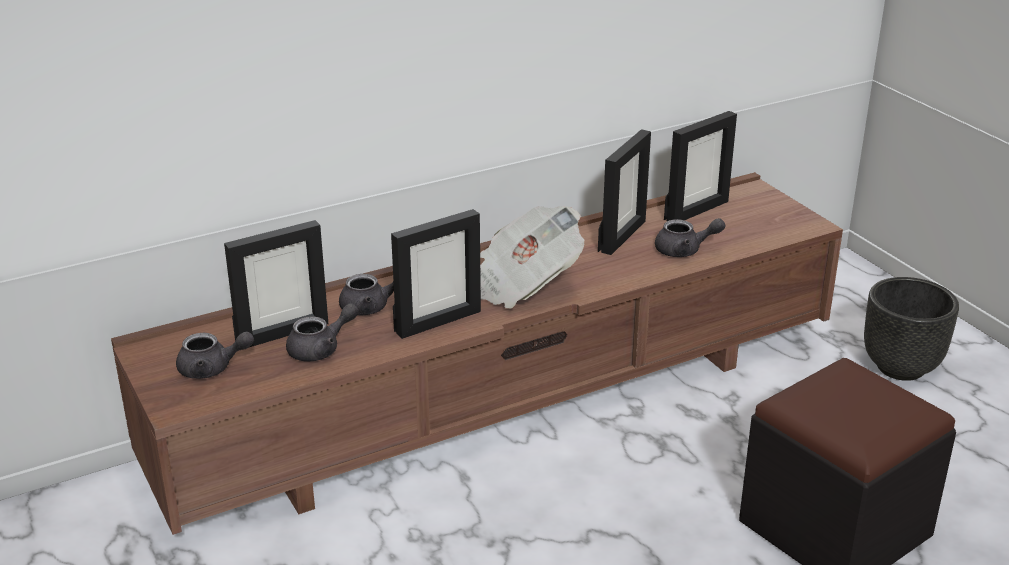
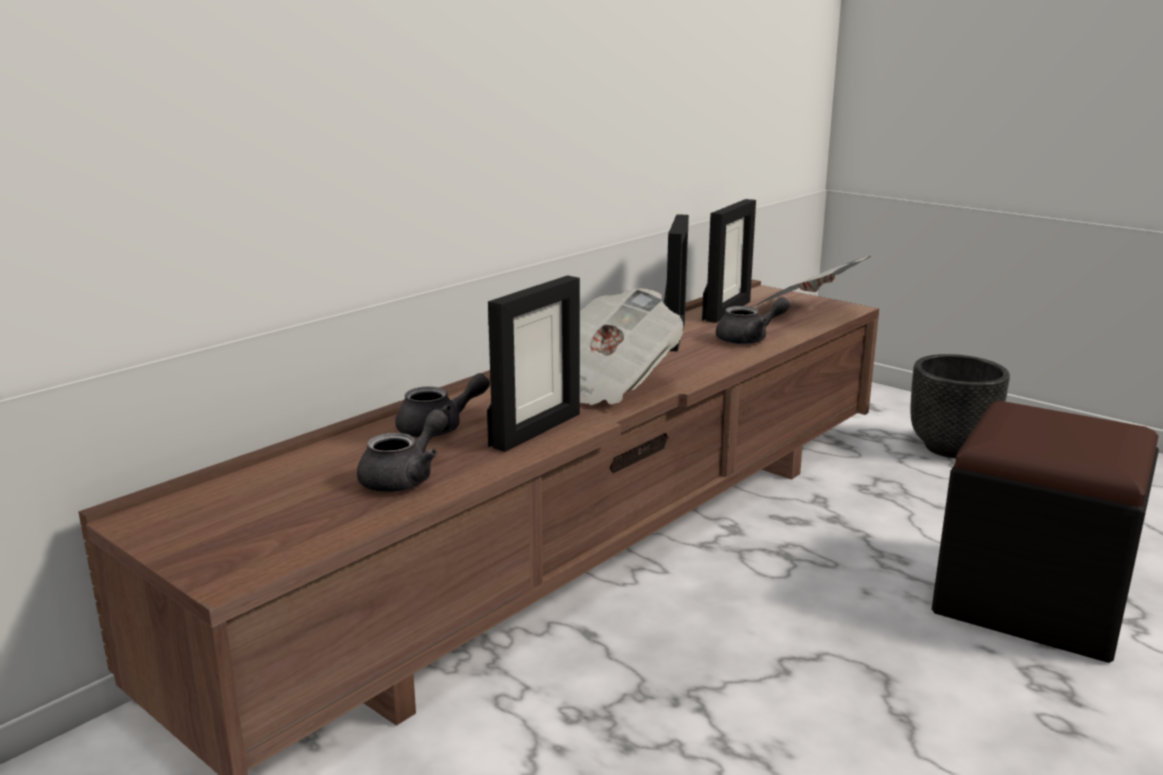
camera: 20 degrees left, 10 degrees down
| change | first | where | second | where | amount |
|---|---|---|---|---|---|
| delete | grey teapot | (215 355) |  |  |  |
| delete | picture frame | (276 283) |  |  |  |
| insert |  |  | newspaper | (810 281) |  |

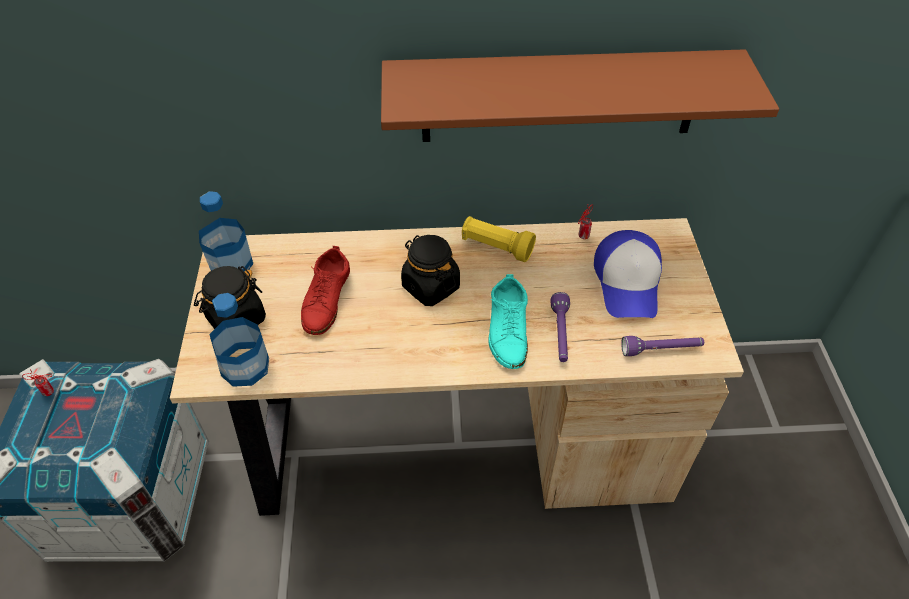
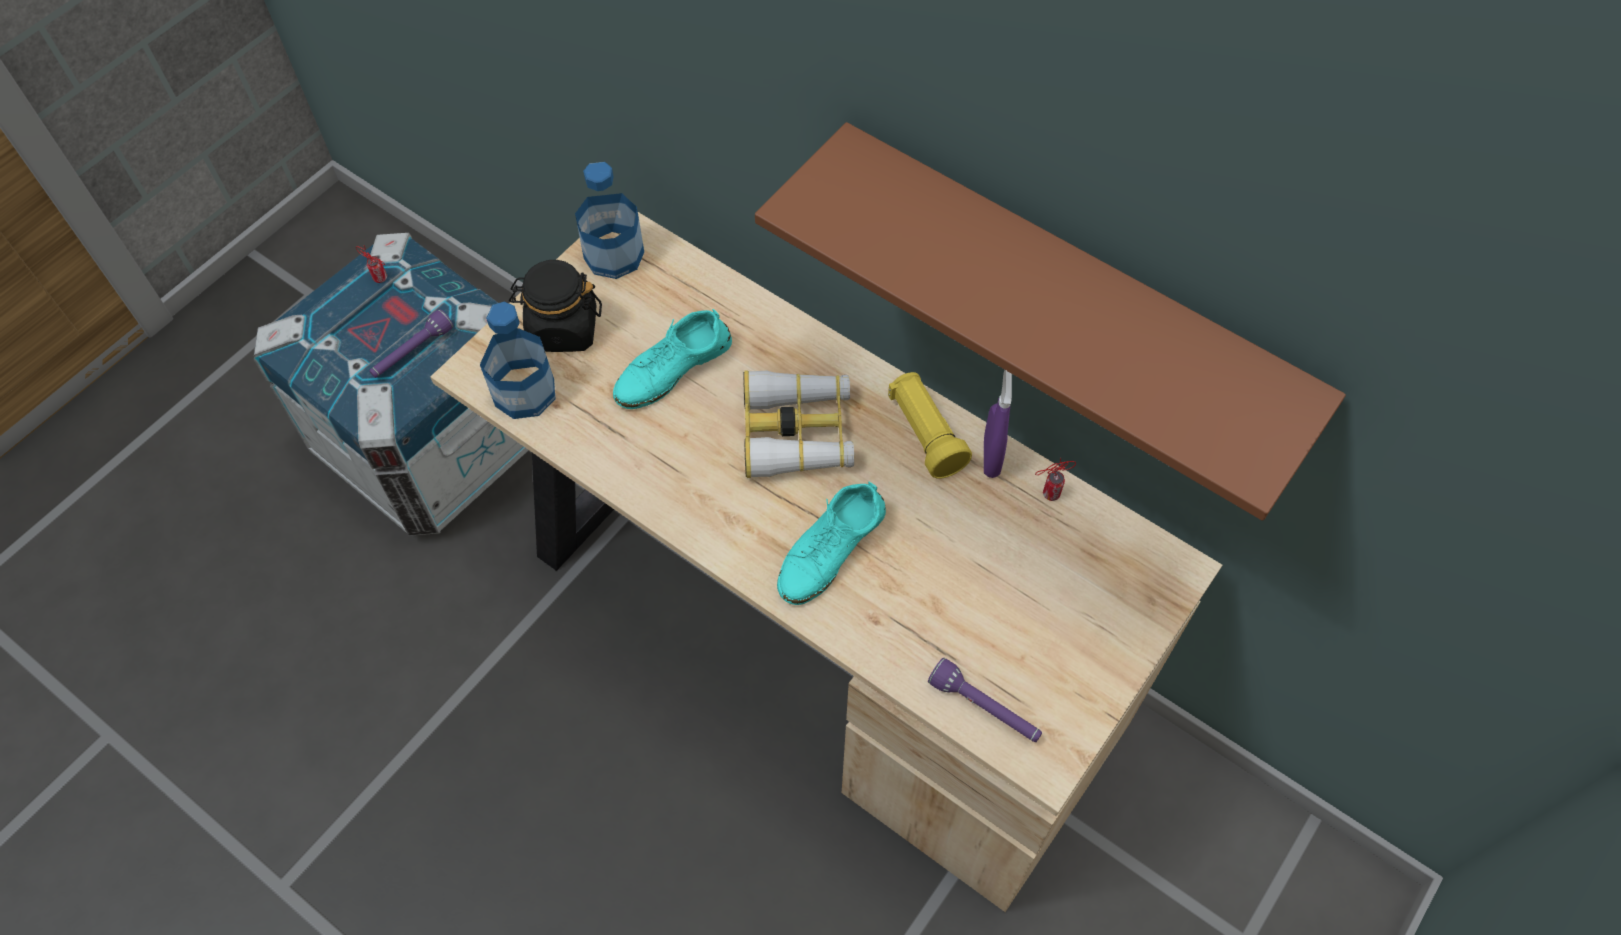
camera: 40 degrees right, 10 degrees up
| change | first | where | second | where | amount |
|---|---|---|---|---|---|
| recolor | red shoe | (325 290) | turquoise shoe | (672 359) |  |
| replace | black jar | (430 270) | binoculars | (798 424) |  |
| move | purple flashlight | (560 327) |  | (411 343) |  |
| delete | cap | (628 274) |  |  |  |
| insert |  |  | purple spray bottle | (998 424) |  |

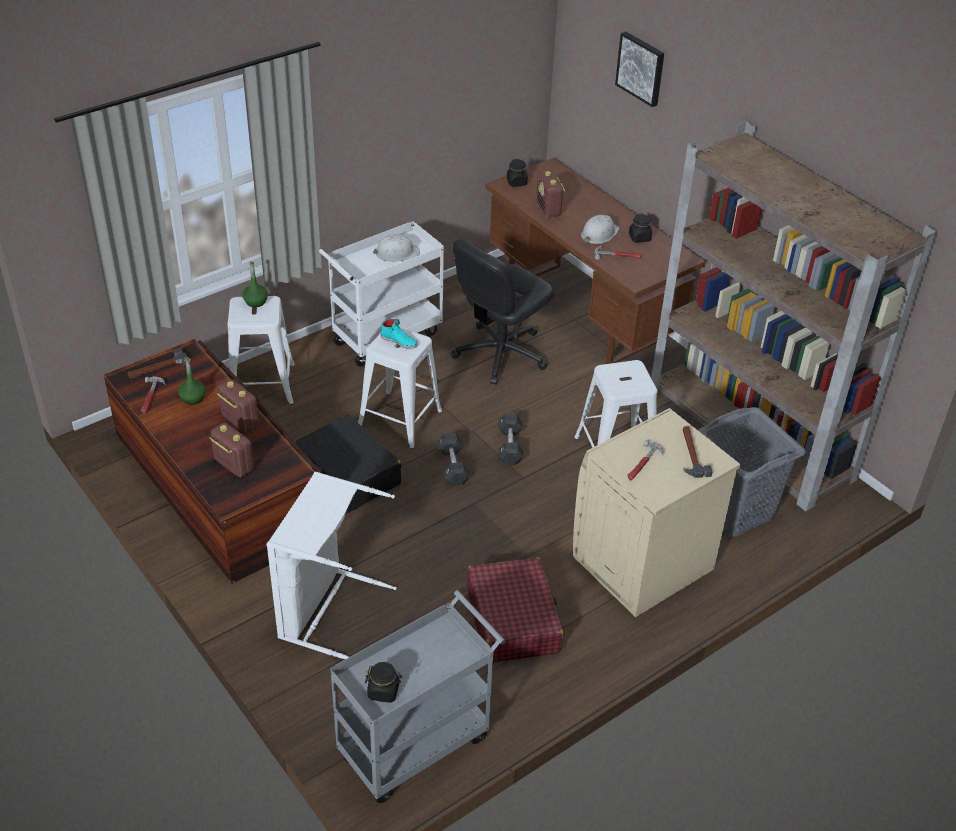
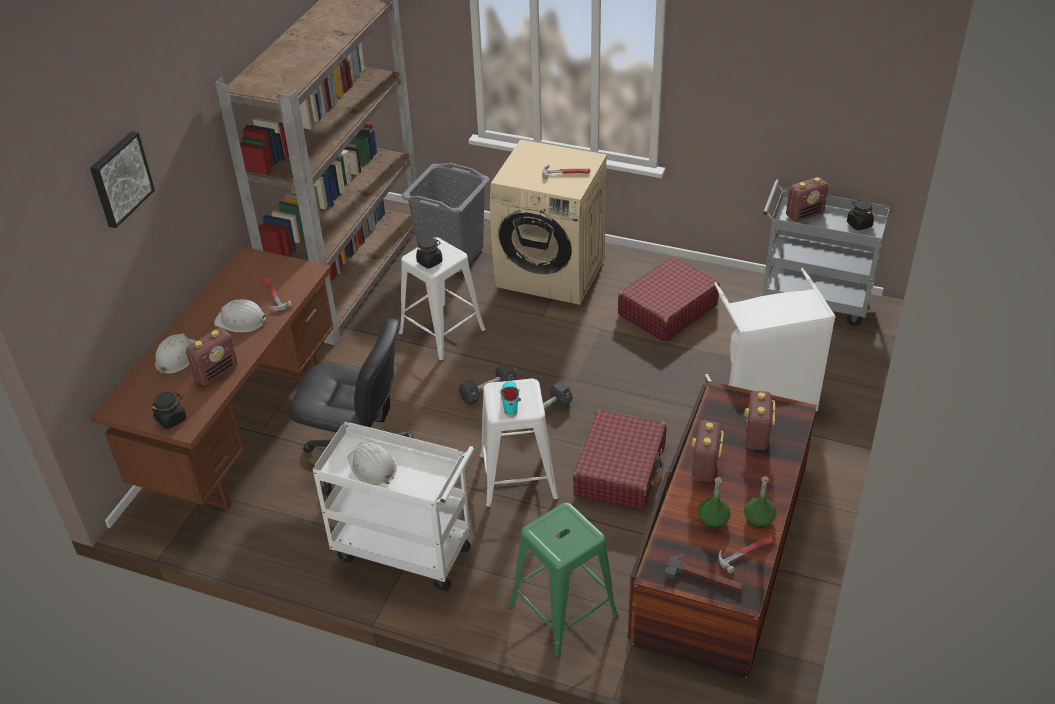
camera: 120 degrees left, 0 degrees up
| change | first | where | second | where | amount |
|---|---|---|---|---|---|
| recolor | white stool | (261 350) | green stool | (563 580) |  |
| move | green bottle | (255 284) |  | (760 502) |  |
| recolor | black suitcase | (348 464) | red suitcase | (620 460) |  |
| move | black jar | (640 227) |  | (429 252) |  |
| delete | hammer | (697 452) |  |  |  |
| insert |  |  | white hard hat | (175 354) |  |
| insert |  |  | radio | (807 199) |  |

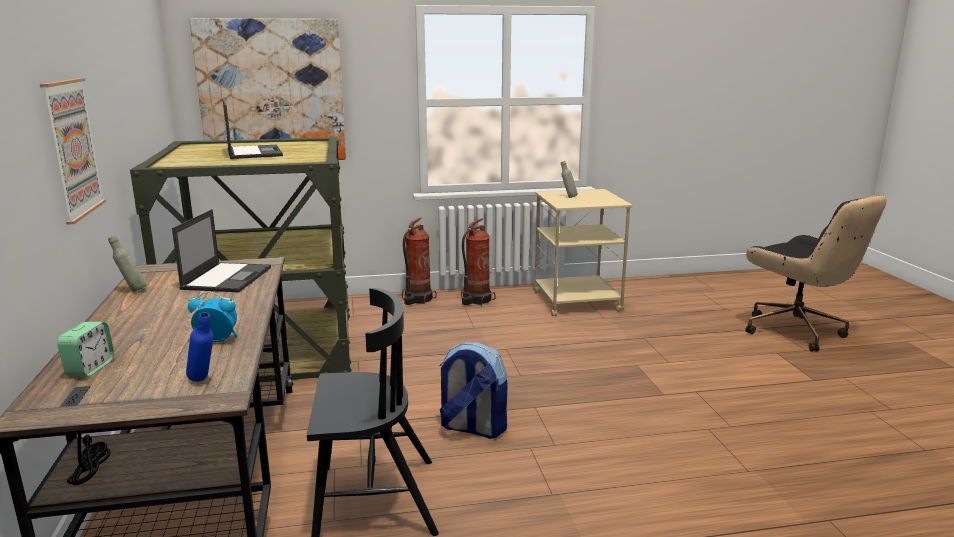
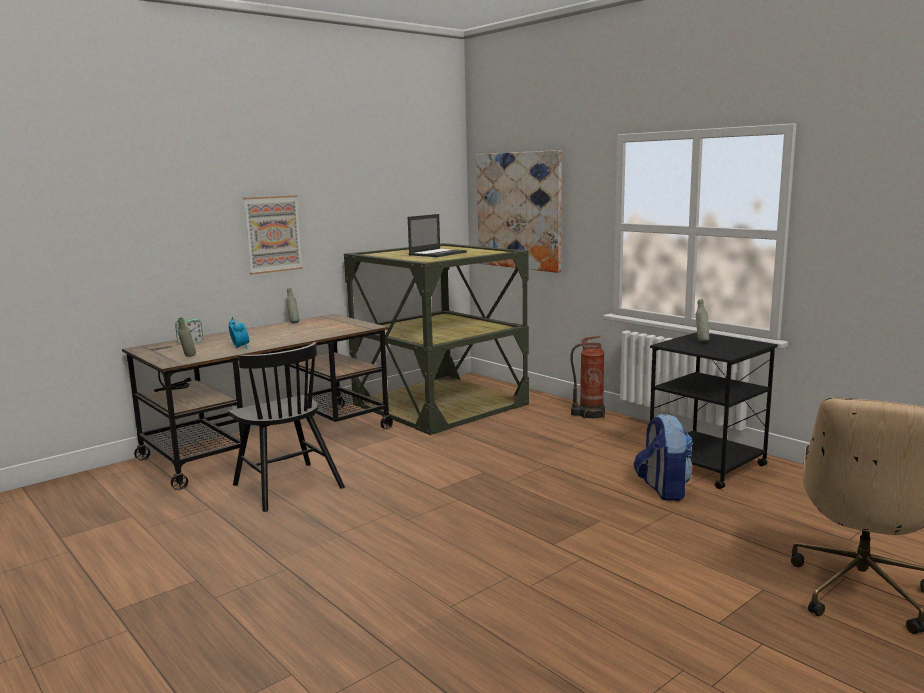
camera: 60 degrees right, 5 degrees down
| change | first | where | second | where | amount |
|---|---|---|---|---|---|
| delete | laptop | (221 250) |  |  |  |
| recolor | blue bottle | (199 347) | grey bottle | (187 337) |  |
| move | backpack | (473 390) |  | (663 457) |  |
| delete | fire extinguisher | (478 261) |  |  |  |
| recolor | beige cart | (583 252) | black cart | (714 410) |  |

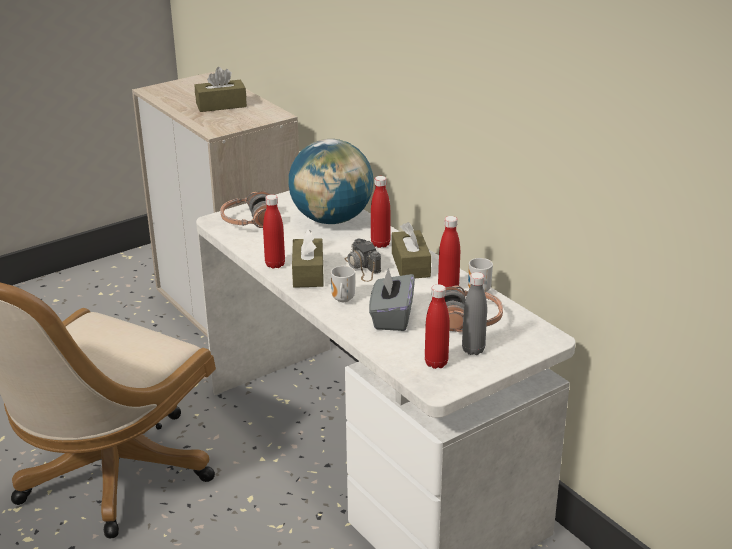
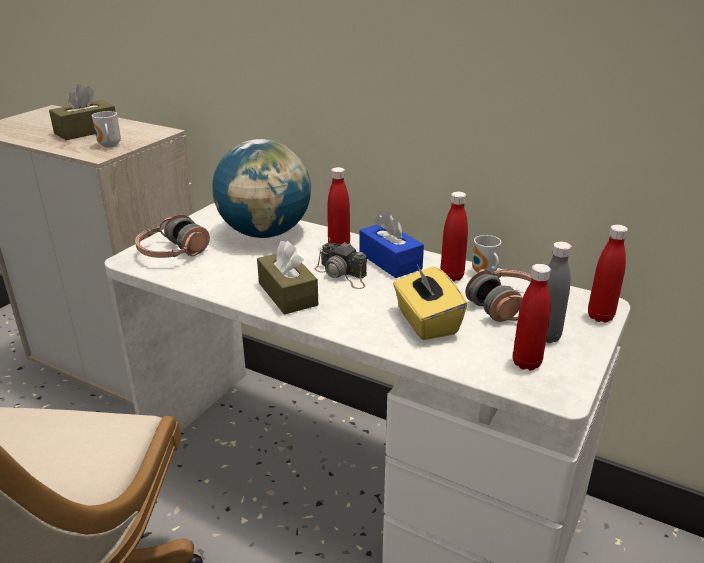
camera: 25 degrees left, 0 degrees up
| change | first | where | second | where | amount |
|---|---|---|---|---|---|
| move | red bottle | (274 231) |  | (608 273) |  |
| move | mug | (343 284) |  | (106 129) |  |
| recolor | grey tissue box | (392 299) | yellow tissue box | (430 302) |  |
| recolor | brown tissue box | (411 250) | blue tissue box | (391 245) |  |

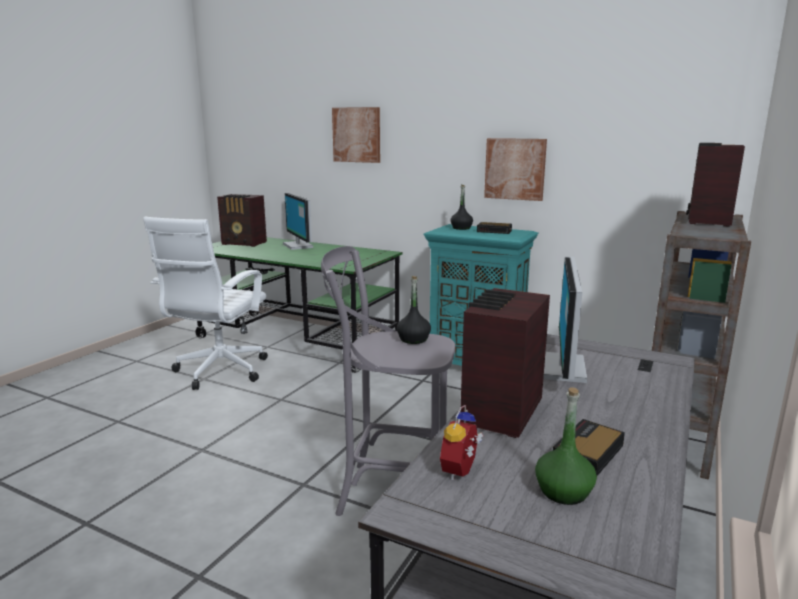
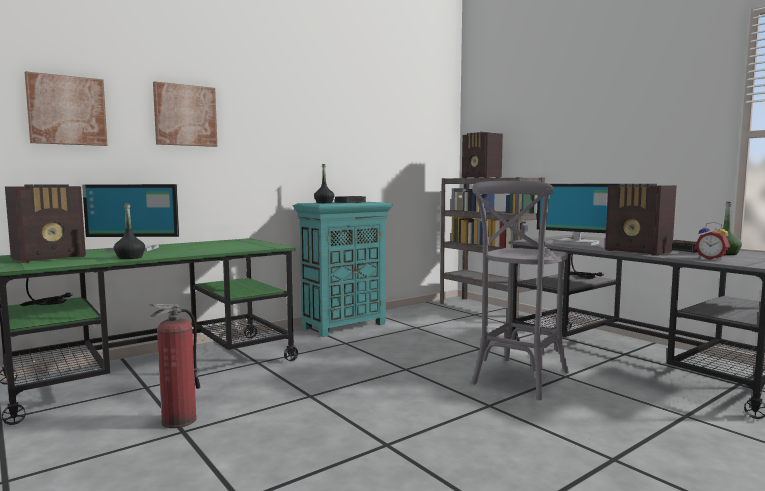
camera: 65 degrees left, 10 degrees down
| change | first | where | second | where | amount |
|---|---|---|---|---|---|
| replace | white office chair | (205 303) | fire extinguisher | (175 366) |  |
| move | black bottle | (414 310) |  | (129 231) |  |
| move | picture | (515 169) |  | (66 108) |  |

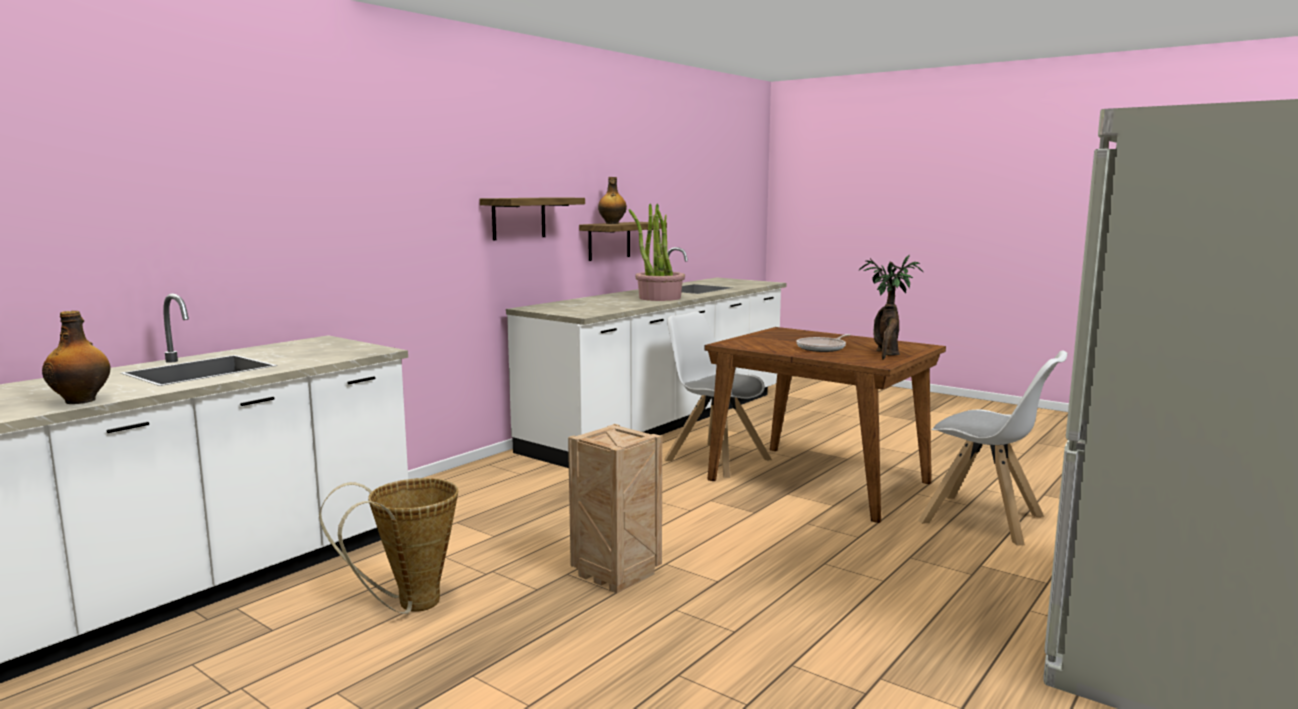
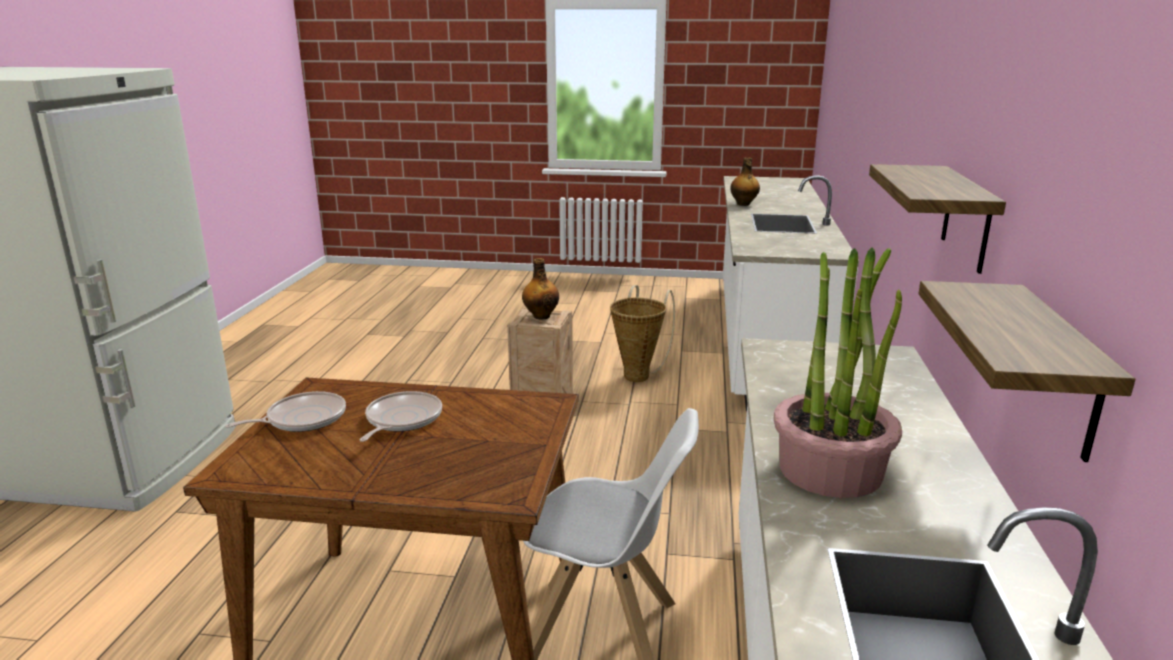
camera: 150 degrees right, 10 degrees up
| change | first | where | second | where | amount |
|---|---|---|---|---|---|
| move | bottle | (612 200) |  | (540 289) |  |
| replace | potted plant | (890 307) | frying pan | (285 411) |  |
| delete | chair | (992 448) |  |  |  |

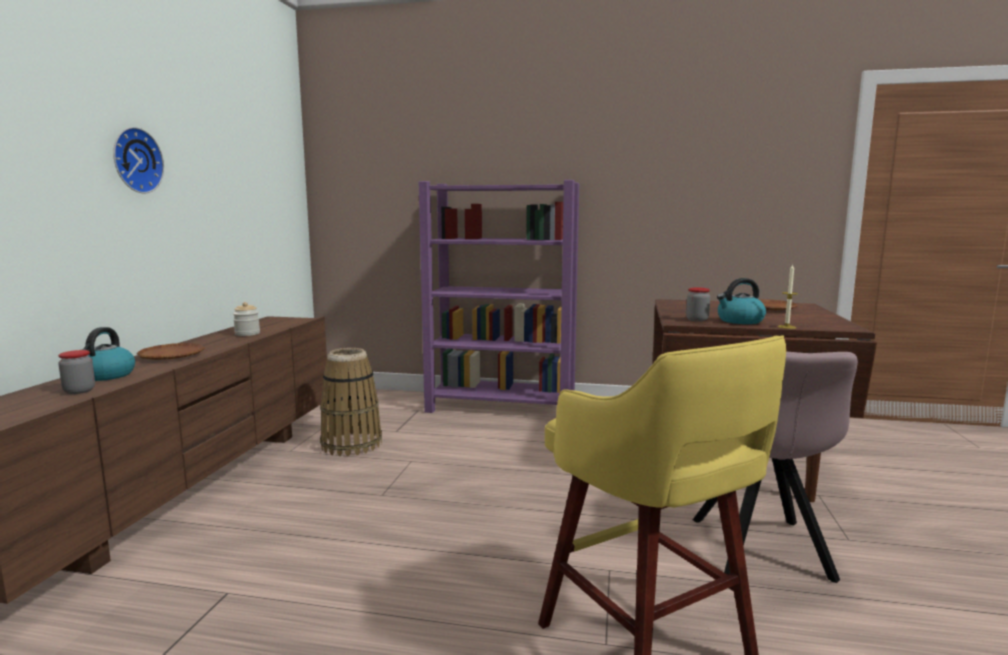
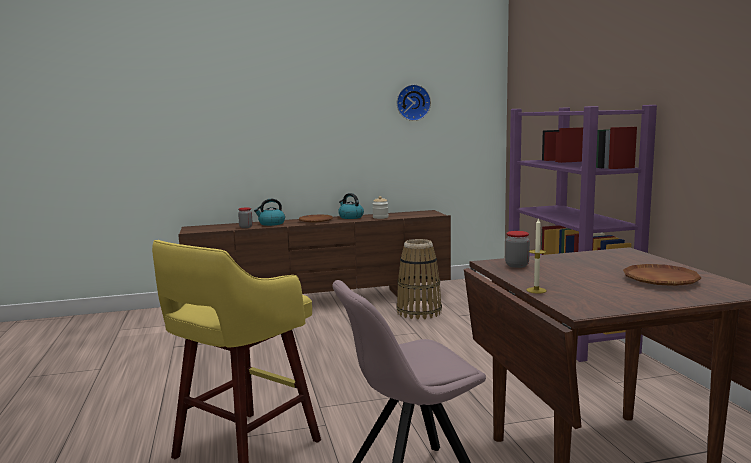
camera: 65 degrees right, 0 degrees up
| change | first | where | second | where | amount |
|---|---|---|---|---|---|
| move | wall clock | (138 160) |  | (414 102) |  |
| move | kettle | (741 301) |  | (351 206) |  |

